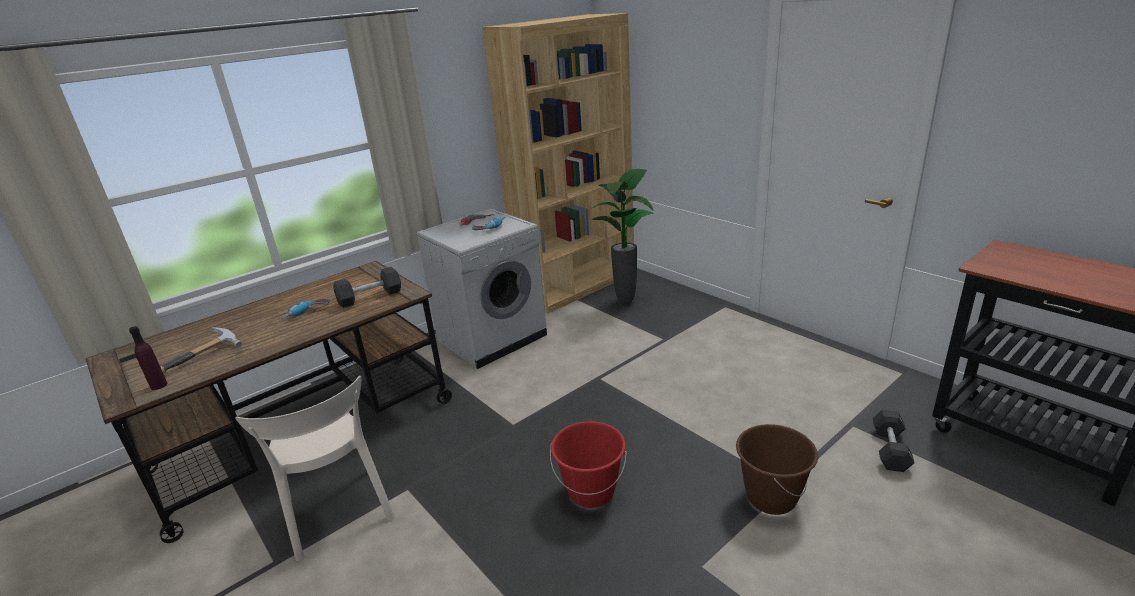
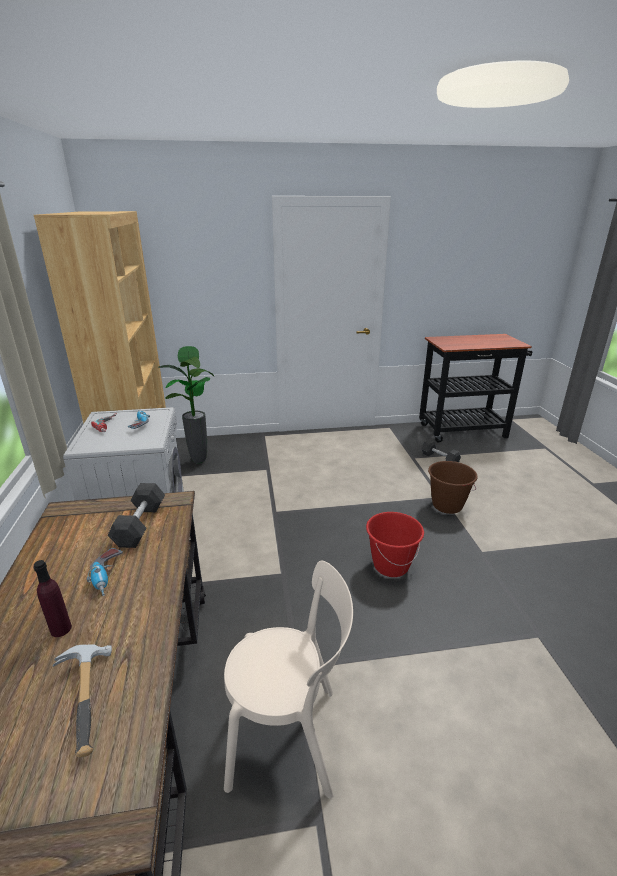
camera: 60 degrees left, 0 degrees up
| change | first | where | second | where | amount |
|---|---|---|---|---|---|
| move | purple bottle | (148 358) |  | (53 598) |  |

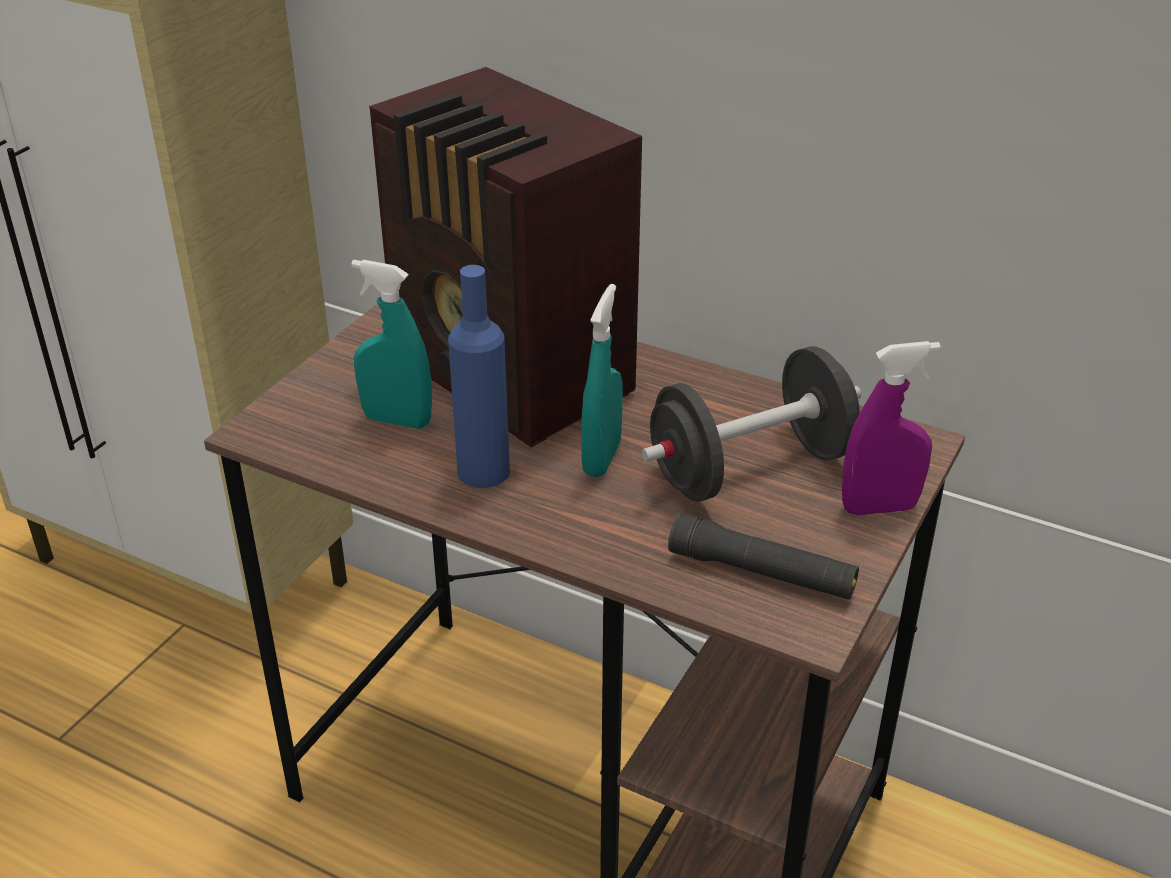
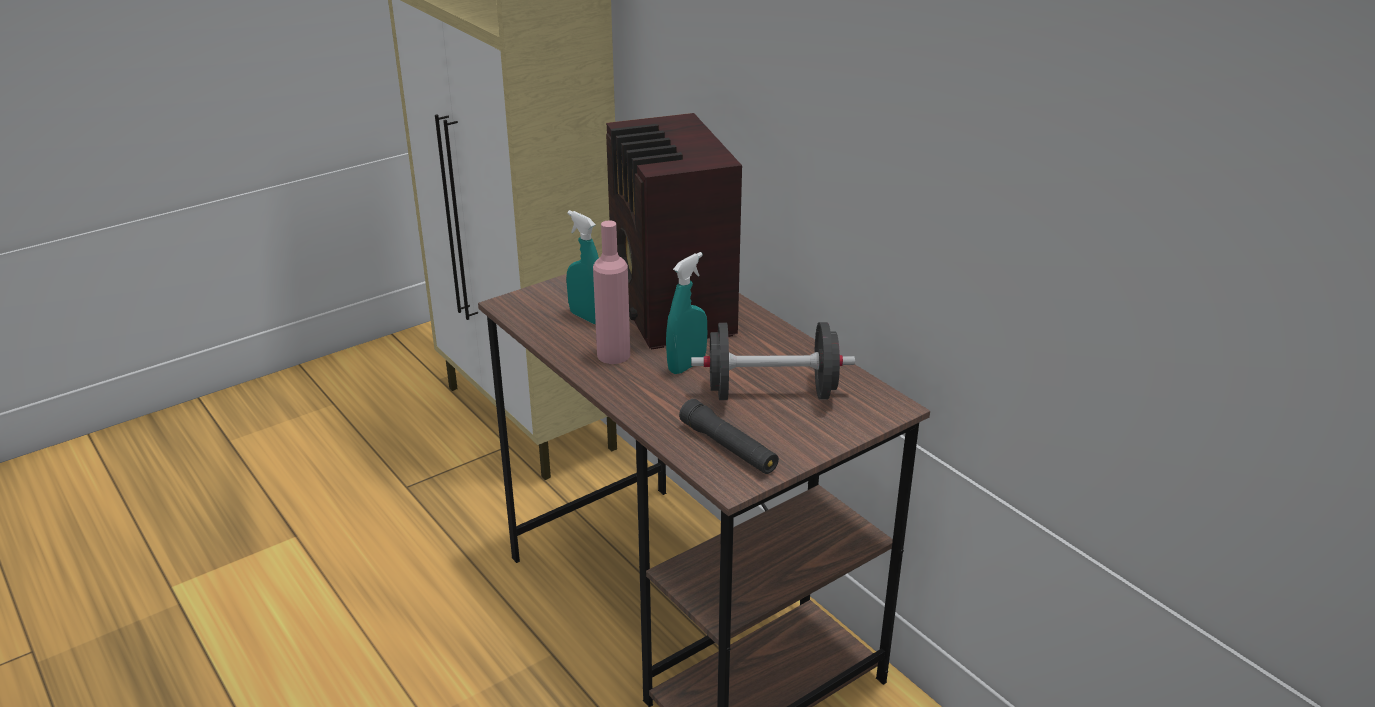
camera: 25 degrees right, 5 degrees down
| change | first | where | second | where | amount |
|---|---|---|---|---|---|
| recolor | blue bottle | (479 376) | pink bottle | (611 292) |  |
| delete | purple spray bottle | (891 428) |  |  |  |

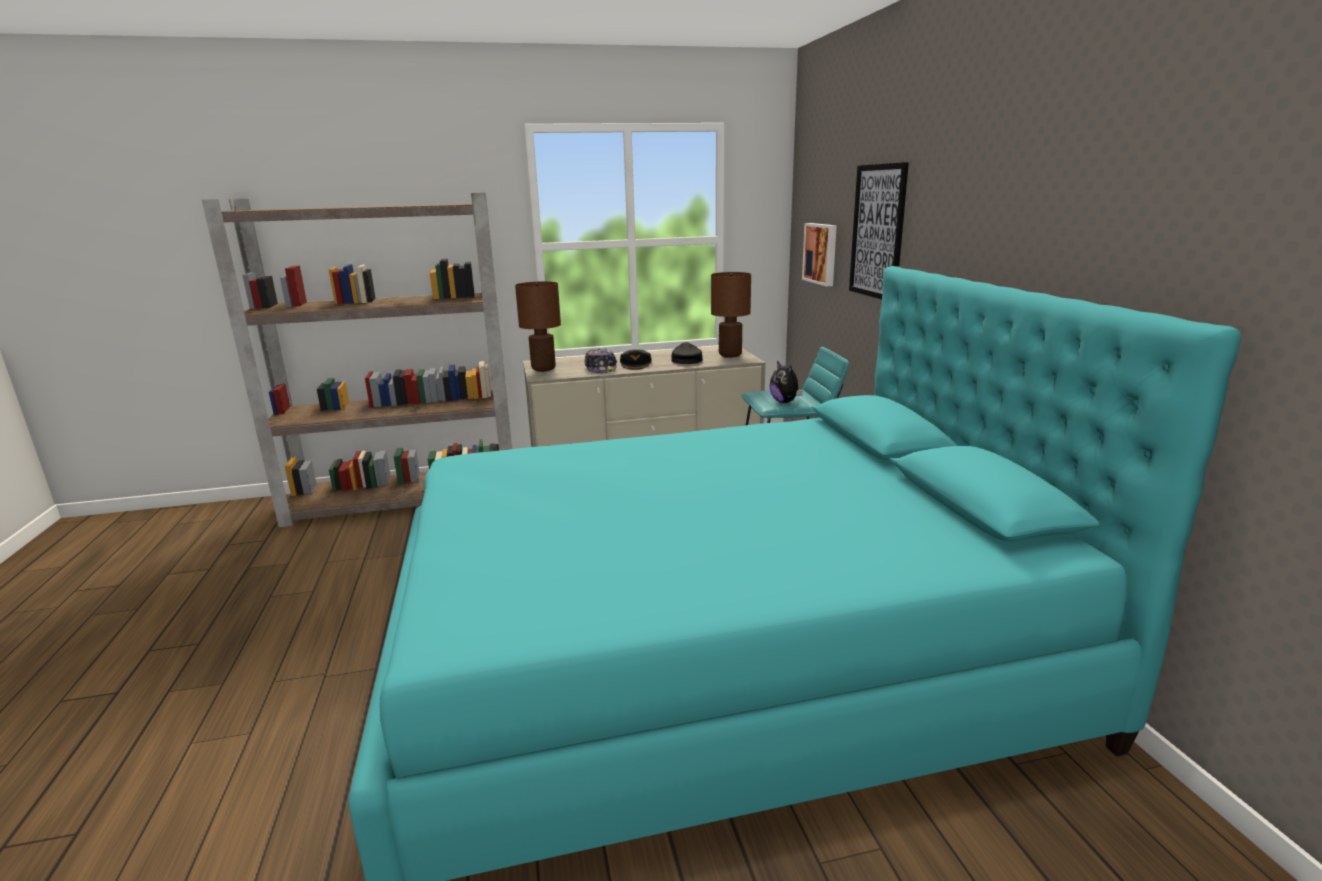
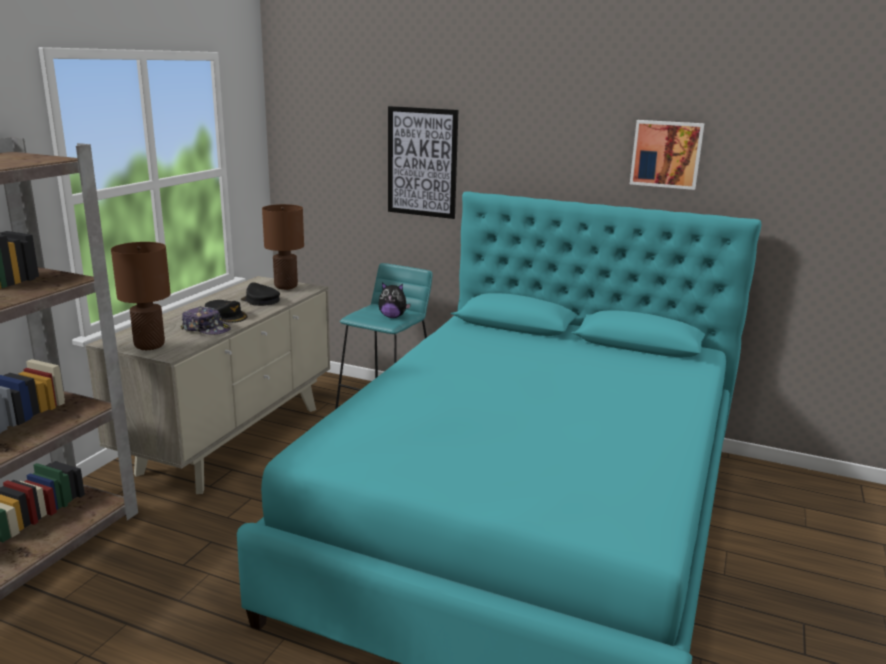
camera: 55 degrees left, 0 degrees up
| change | first | where | second | where | amount |
|---|---|---|---|---|---|
| move | picture | (819 254) |  | (667 155) |  |

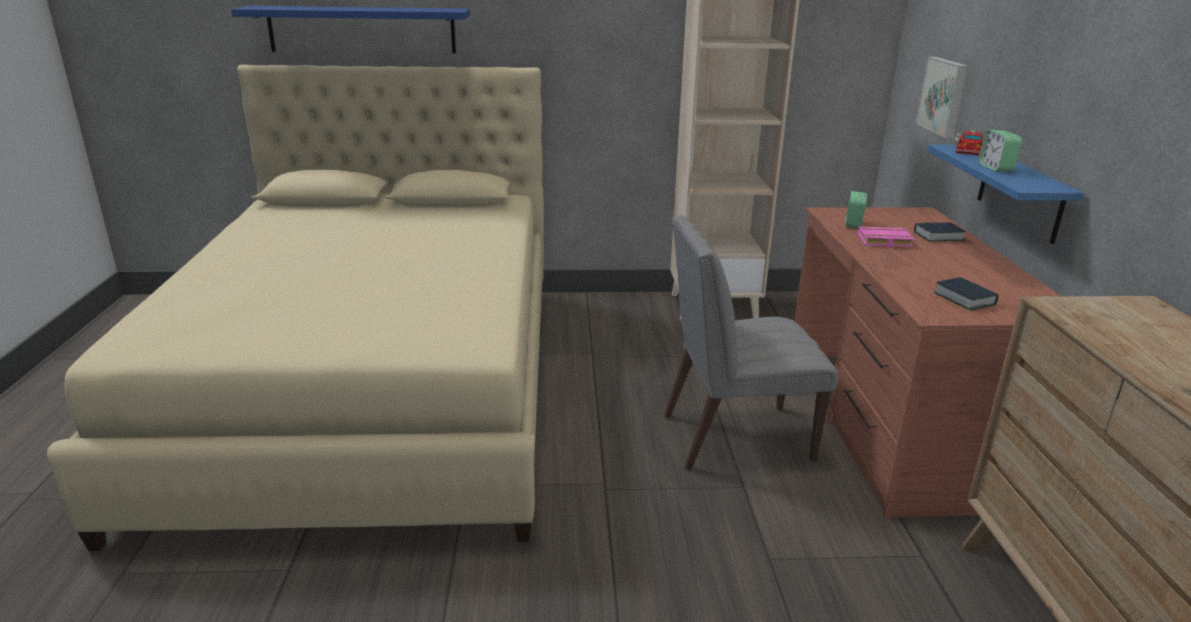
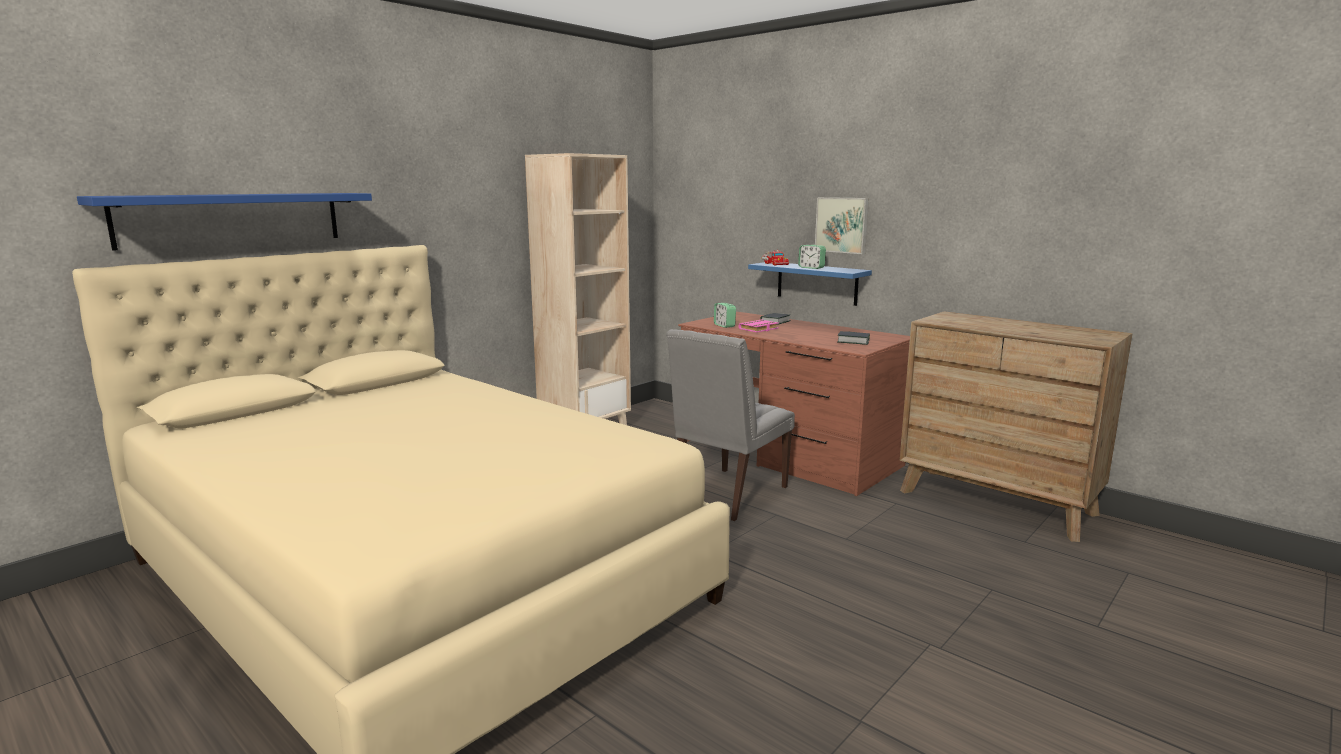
camera: 45 degrees left, 10 degrees down
| change | first | where | second | where | amount |
|---|---|---|---|---|---|
| move | picture | (942 97) |  | (842 225) |  |

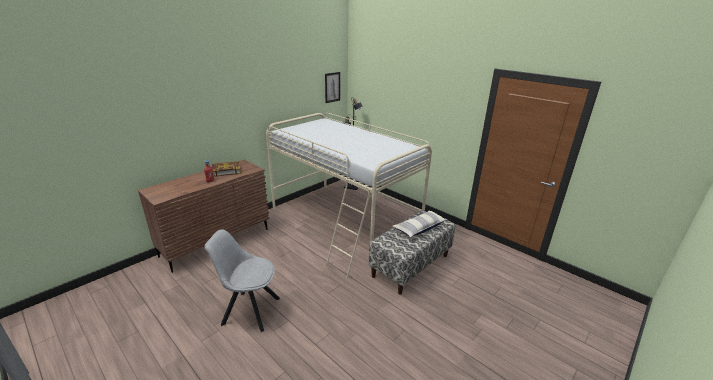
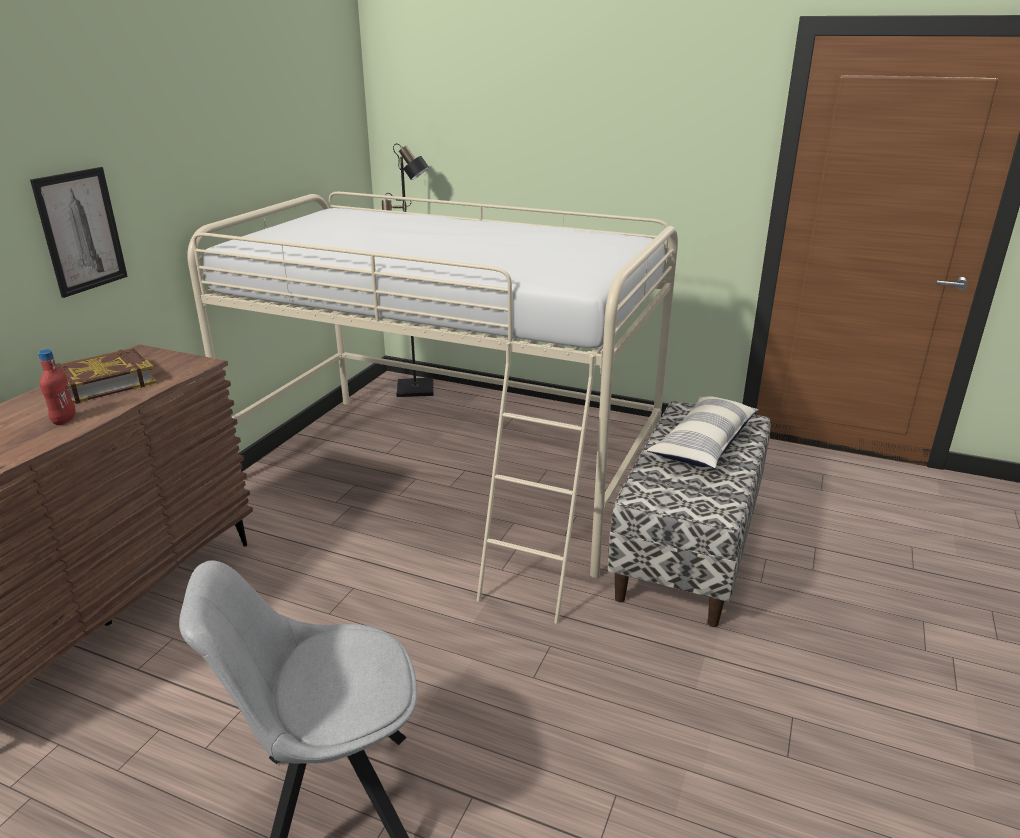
camera: 20 degrees left, 0 degrees up
| change | first | where | second | where | amount |
|---|---|---|---|---|---|
| move | picture | (332 87) |  | (79 232) |  |

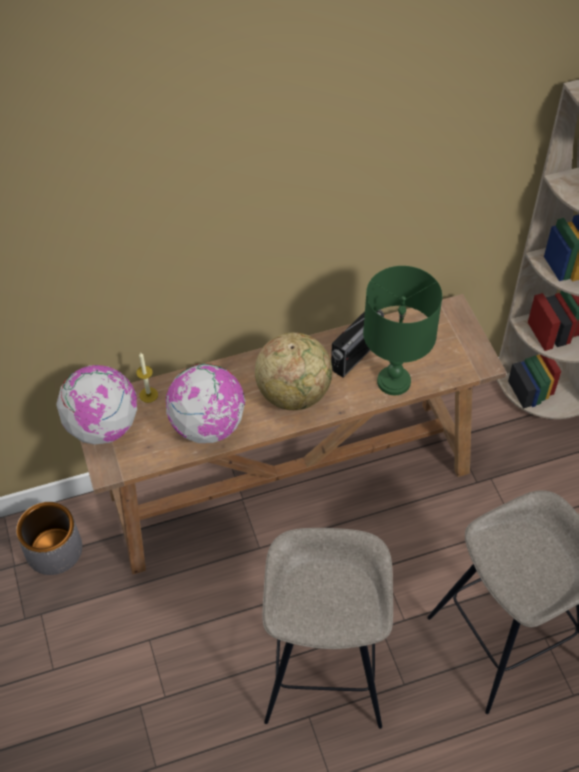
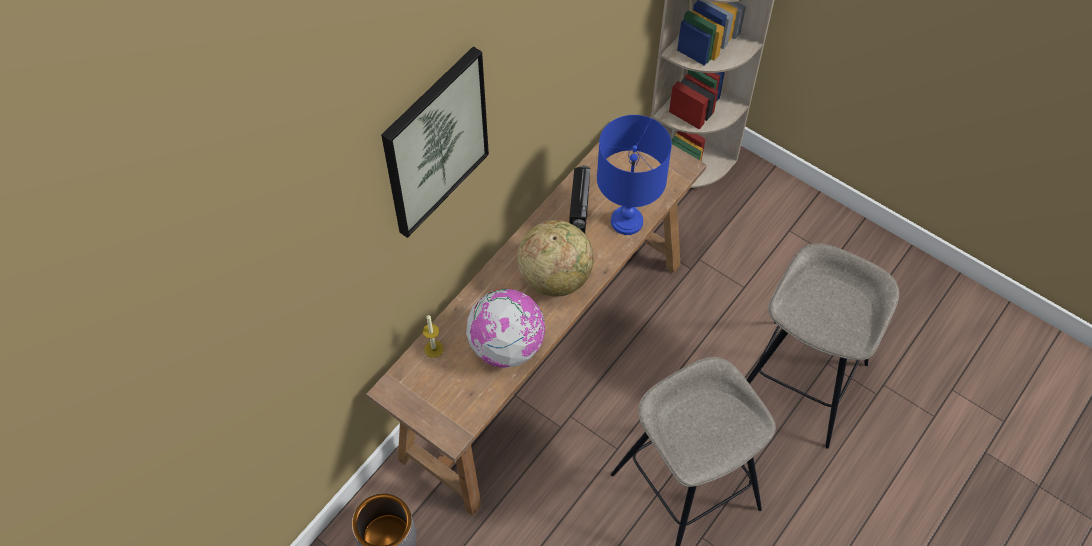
camera: 35 degrees left, 5 degrees up
| change | first | where | second | where | amount |
|---|---|---|---|---|---|
| delete | globe | (96 405) |  |  |  |
| recolor | green table lamp | (402 330) | blue table lamp | (634 175) |  |
| insert |  |  | picture | (435 142) |  |

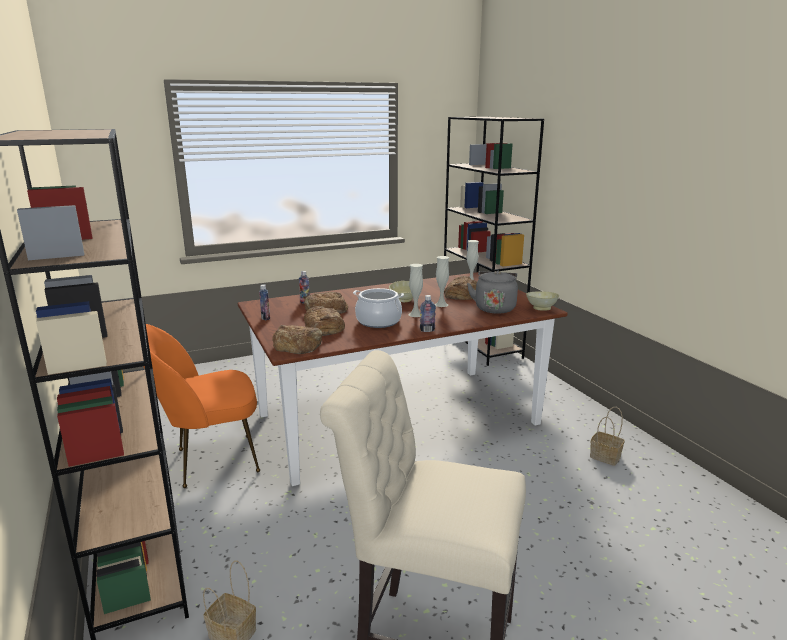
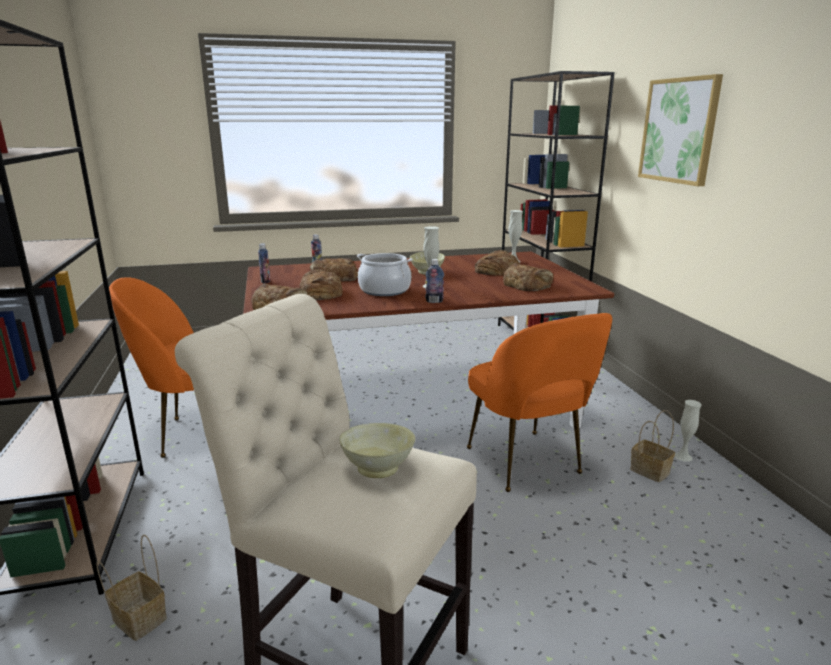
camera: 10 degrees right, 0 degrees up
| change | first | where | second | where | amount |
|---|---|---|---|---|---|
| move | white vase | (442 281) |  | (688 431) |  |
| replace | grey kettle | (492 292) | bread | (528 277) |  |
| move | beige bowl | (542 301) |  | (377 450) |  |
| insert |  |  | orange chair | (539 402) |  |
| insert |  |  | picture | (680 130) |  |

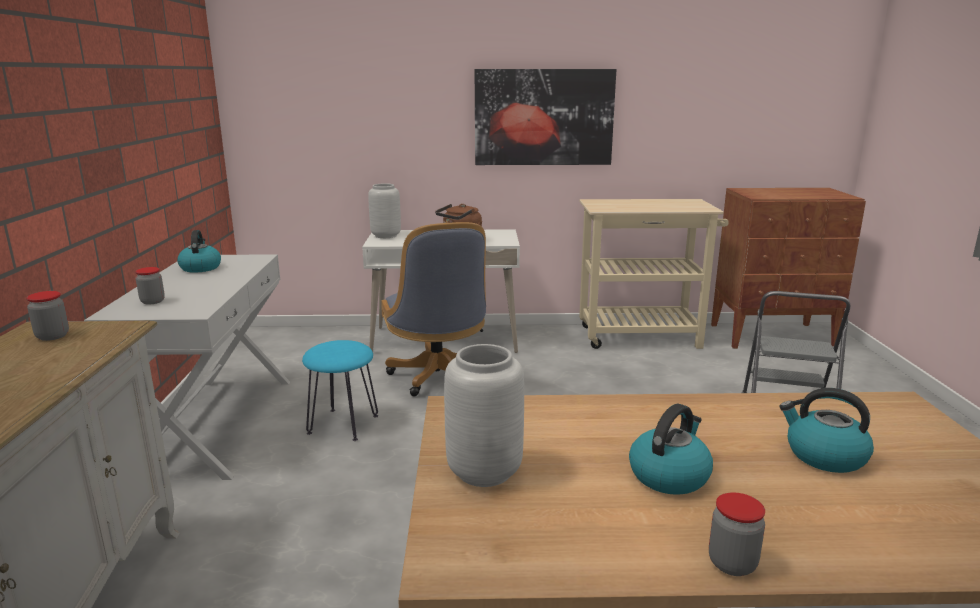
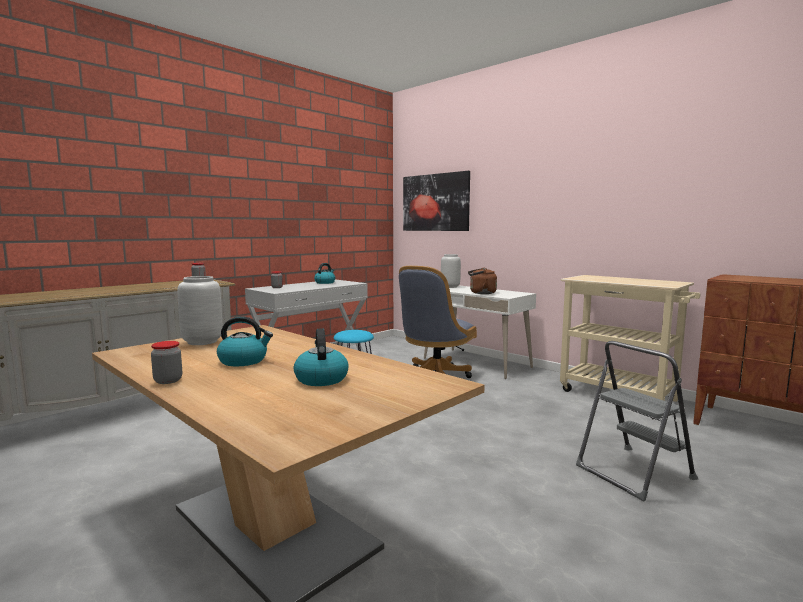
camera: 45 degrees right, 10 degrees down
| change | first | where | second | where | amount |
|---|---|---|---|---|---|
| move | picture | (545 117) |  | (436 201) |  |

